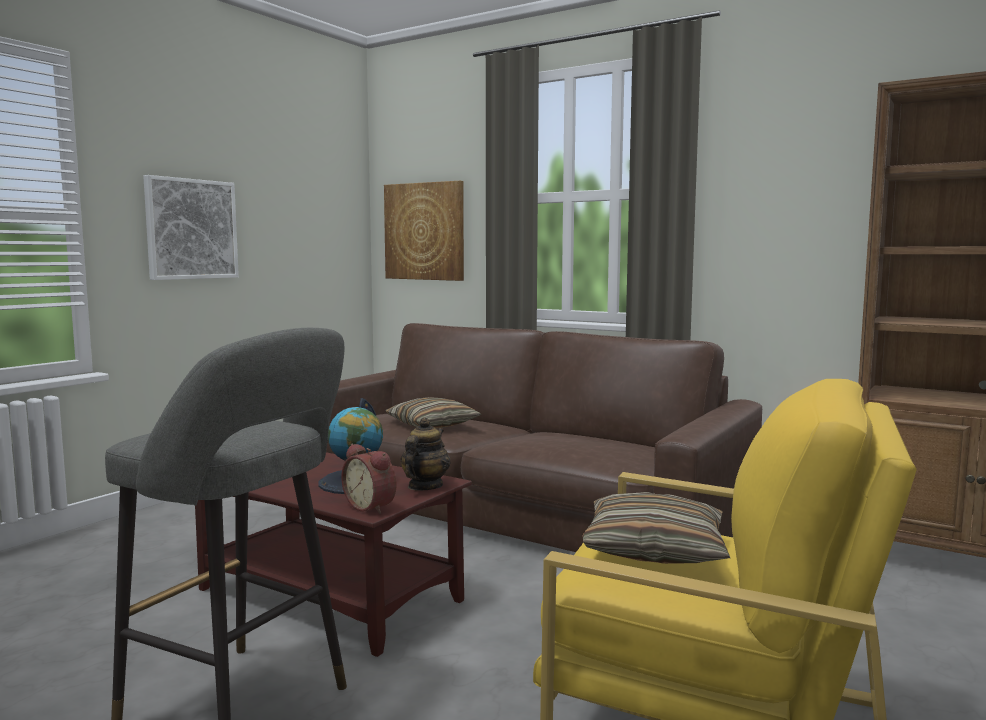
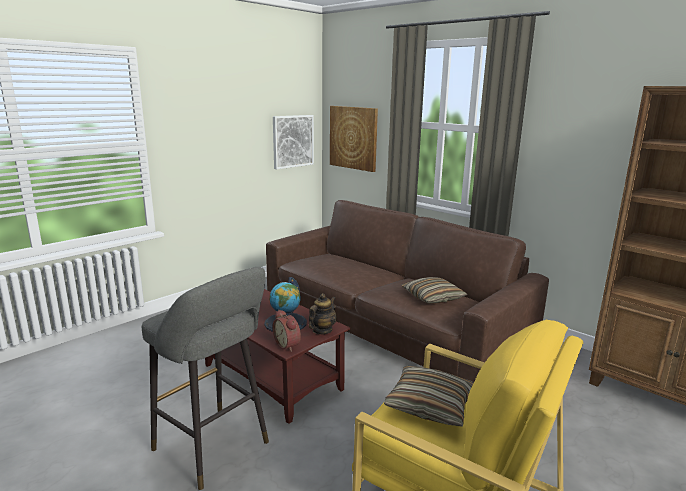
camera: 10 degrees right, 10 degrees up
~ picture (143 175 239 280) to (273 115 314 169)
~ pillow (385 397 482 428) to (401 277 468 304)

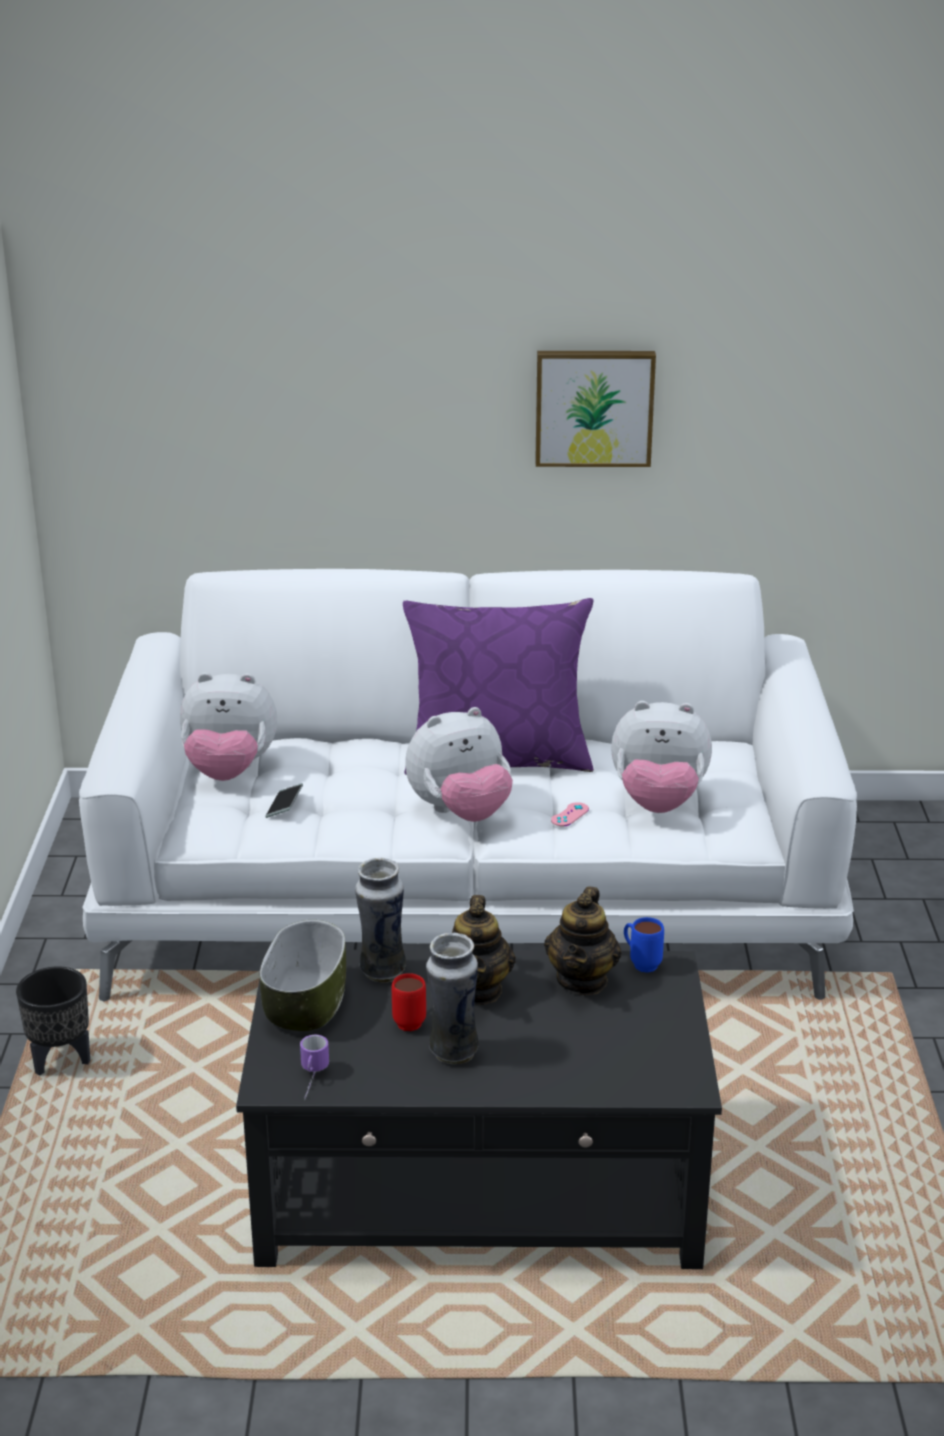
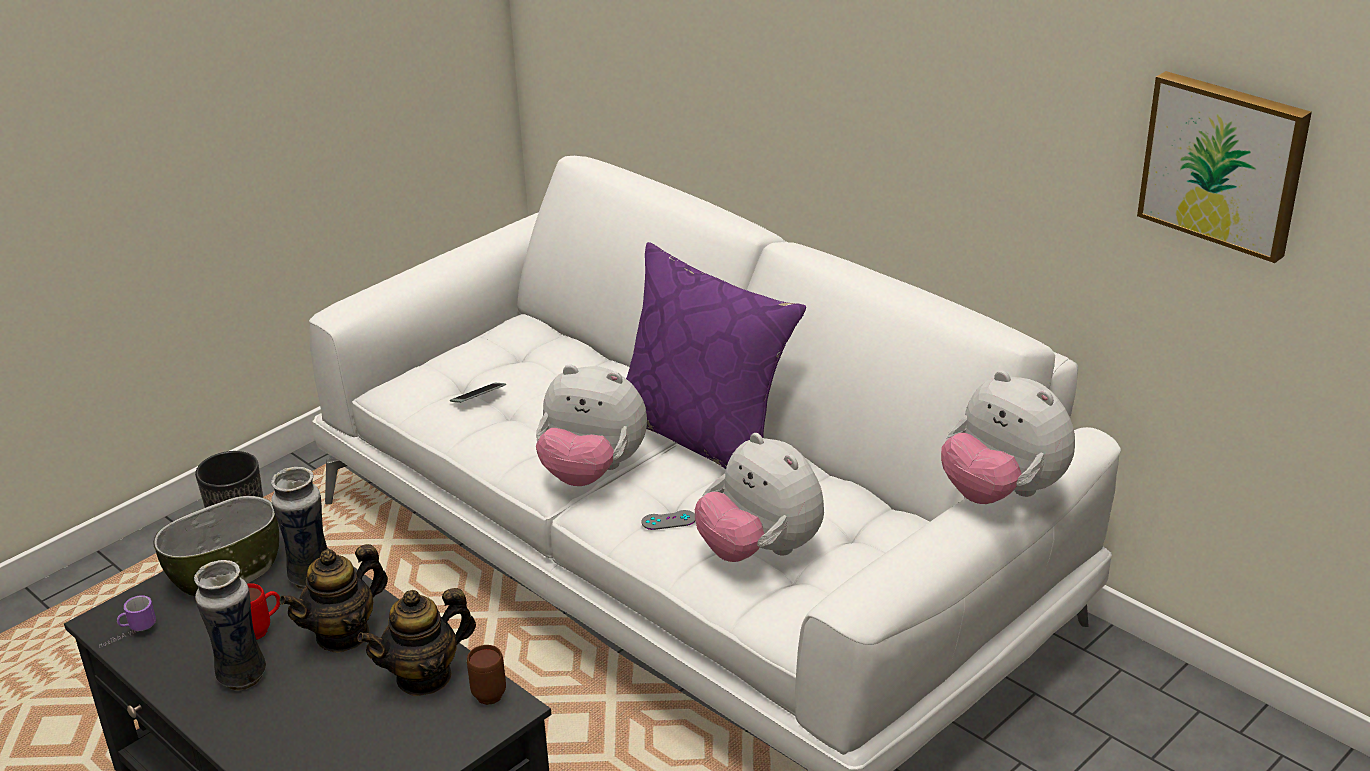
camera: 45 degrees right, 5 degrees up
~ plush_toy (180 673 277 781) to (941 370 1075 504)
~ picture (535 351 656 467) to (1137 71 1312 263)
~ pink_game_controller (551 802 589 826) to grey_game_controller (642 510 695 530)
~ blue_mug (624 917 664 973) to brown_mug (467 645 506 705)

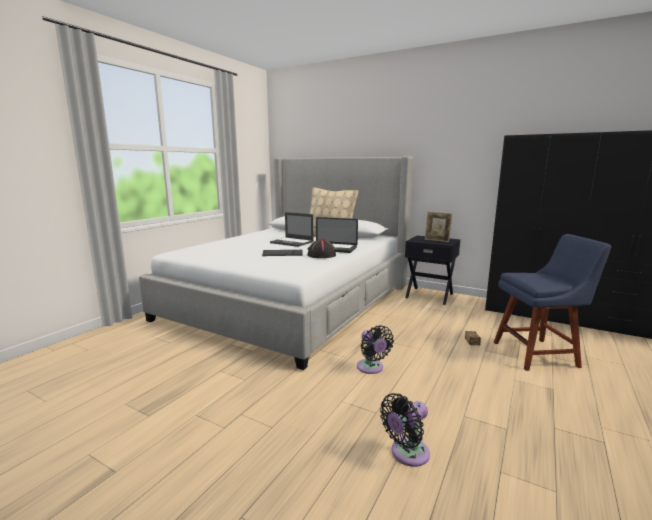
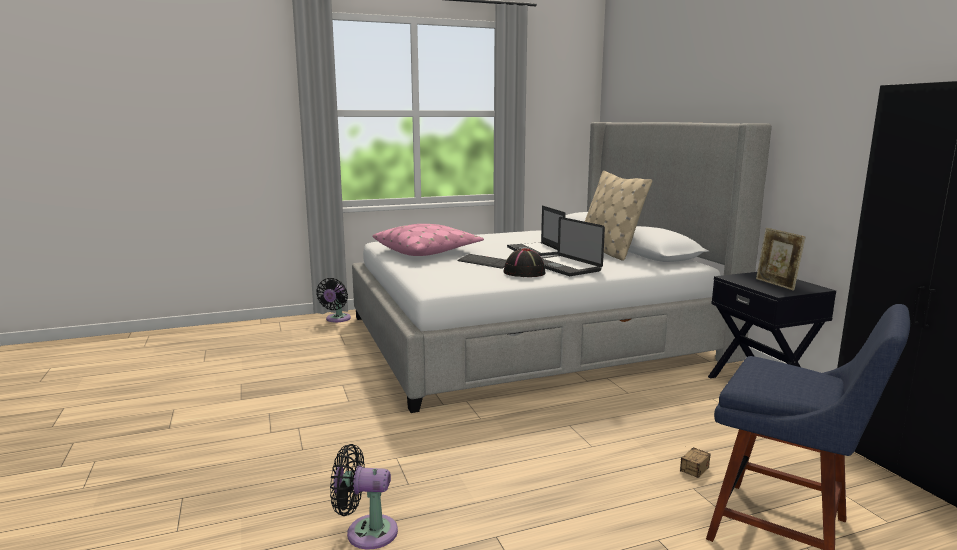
camera: 40 degrees right, 0 degrees up
~ black_fan (357 325 394 374) to (316 278 351 322)
+ pink_pillow (372 224 484 256)

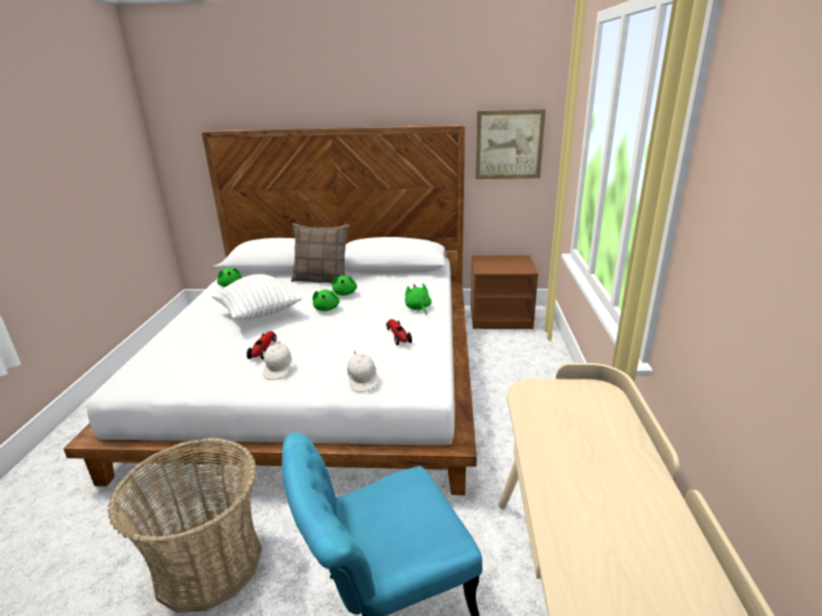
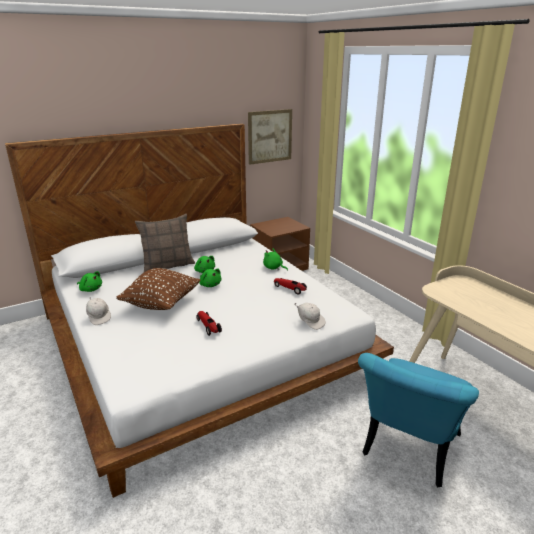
camera: 35 degrees left, 0 degrees up
- basket (108 438 262 613)
~ white_pillow (212 274 302 320) to brown_pillow (116 268 200 310)
~ white_cap (263 341 292 380) to (86 297 111 325)

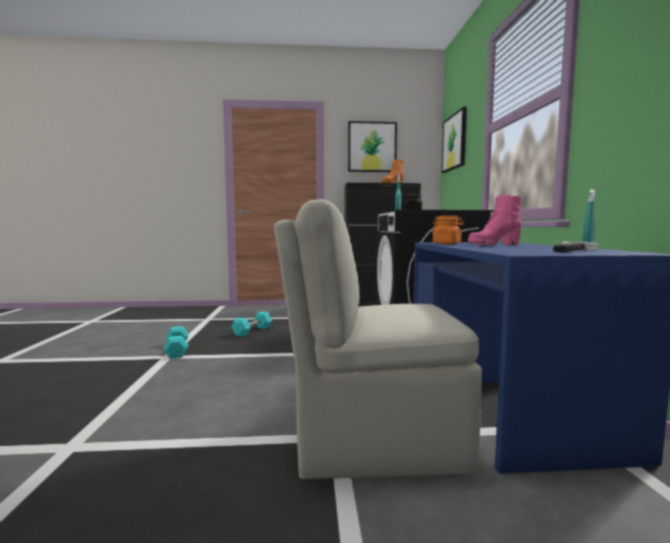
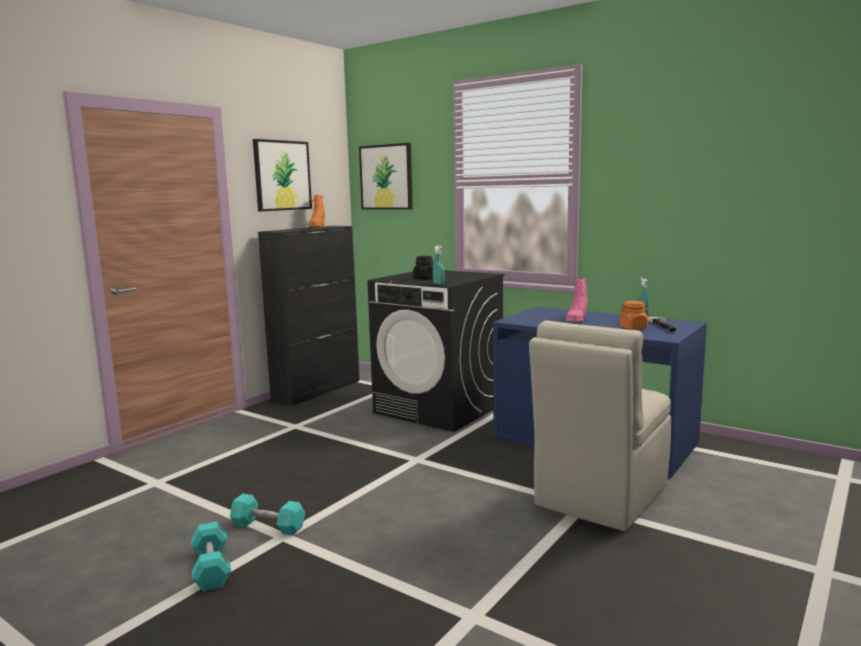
camera: 50 degrees left, 5 degrees up
~ turquoise_dumbbell (232 312 272 337) to (191 522 231 591)
~ orange_jar (432 216 464 244) to (619 301 649 330)

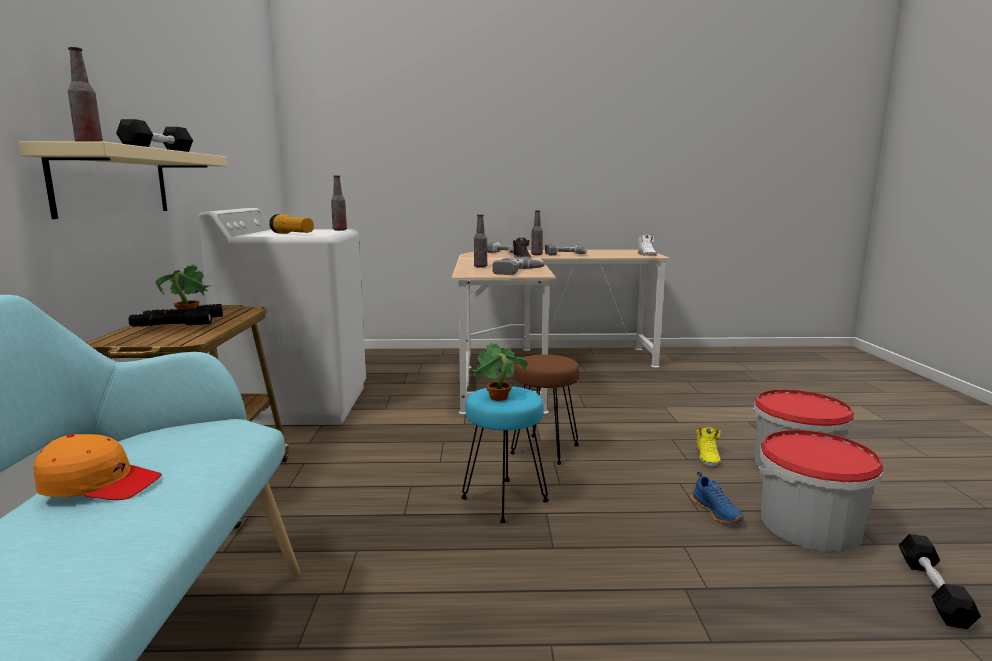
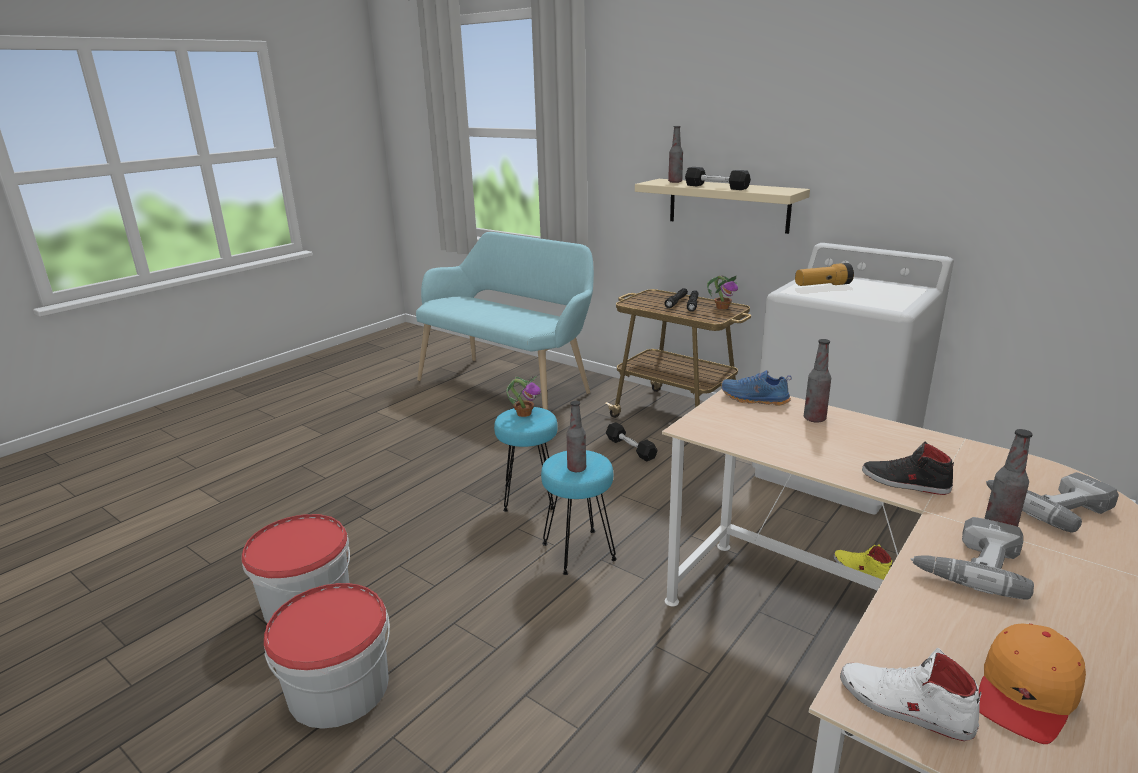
camera: 130 degrees right, 10 degrees up
~ orange_cap (34 434 162 500) to (979 623 1086 744)
~ bottle (331 175 347 231) to (567 401 586 472)
- power_drill (492 258 546 275)
~ brown_stool (510 354 579 465) to turquoise_stool (541 450 617 575)
~ blue_shoe (691 472 744 524) to (721 370 792 406)
~ yellow_shoe (696 427 721 467) to (833 544 893 580)
~ black_dumbbell (899 534 981 629) to (606 422 657 462)

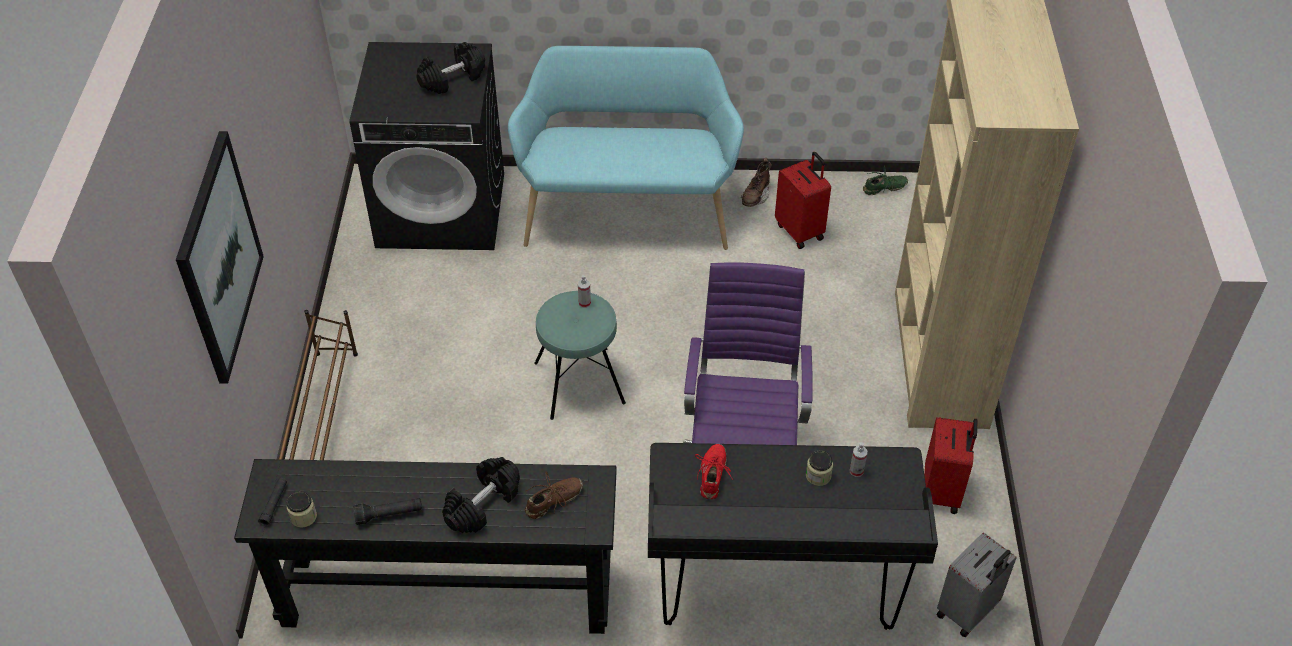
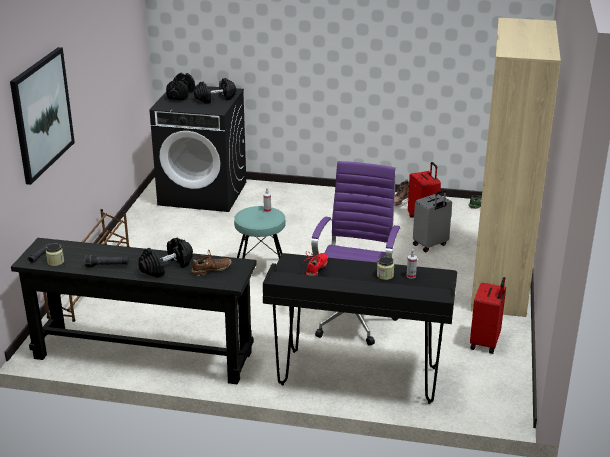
camera: 10 degrees right, 20 degrees down
- turquoise_bench (508 46 744 250)
~ grey_suitcase (937 532 1017 637) to (413 190 452 252)
+ black_dumbbell (166 73 195 100)

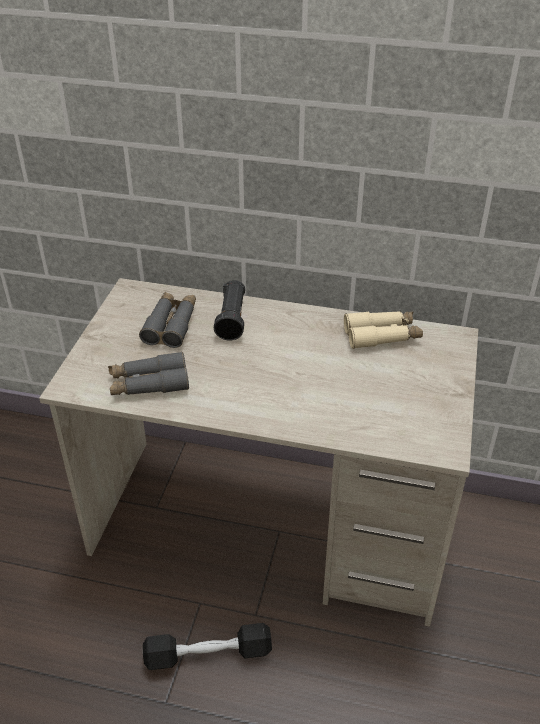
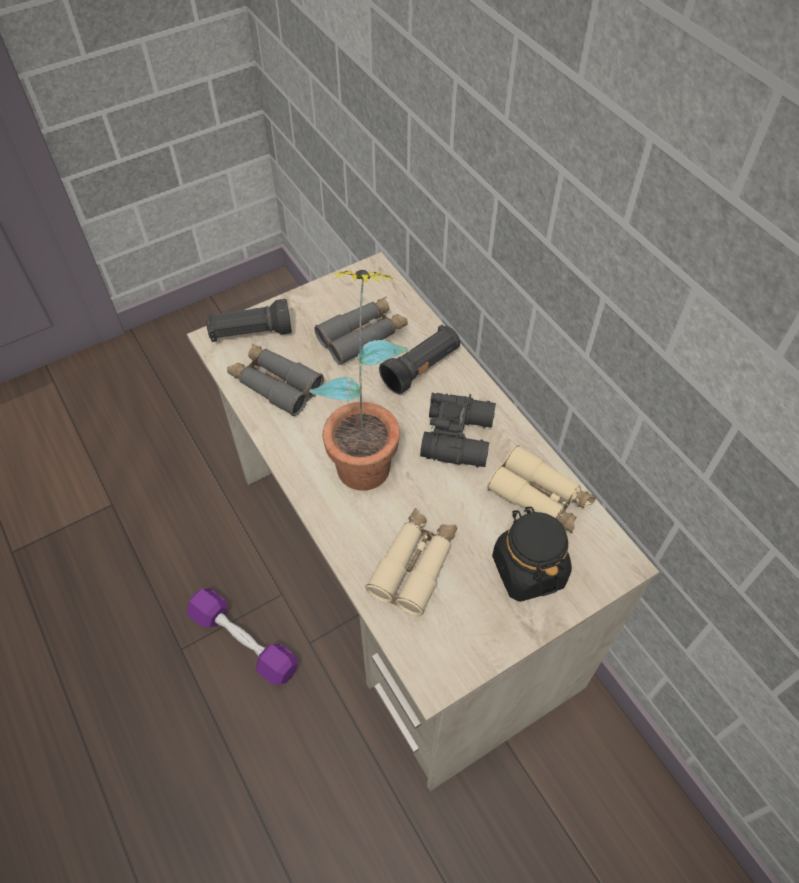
camera: 45 degrees right, 15 degrees up
~ black_dumbbell (143 623 272 670) to purple_dumbbell (187 589 298 685)
+ black_flashlight (206 299 292 342)
+ potted_plant (309 270 410 491)
+ beige_binoculars (365 509 457 616)
+ black_binoculars (420 393 496 468)
+ black_jar (492 507 572 602)

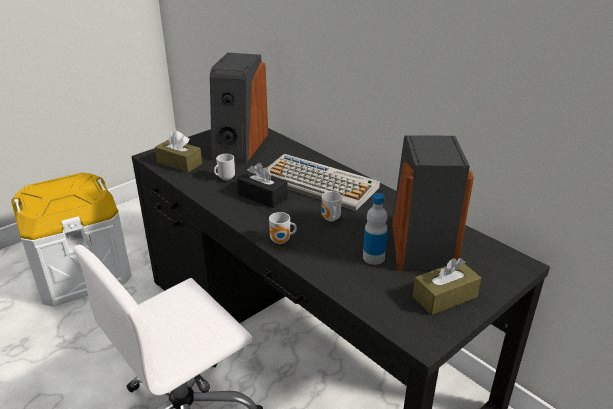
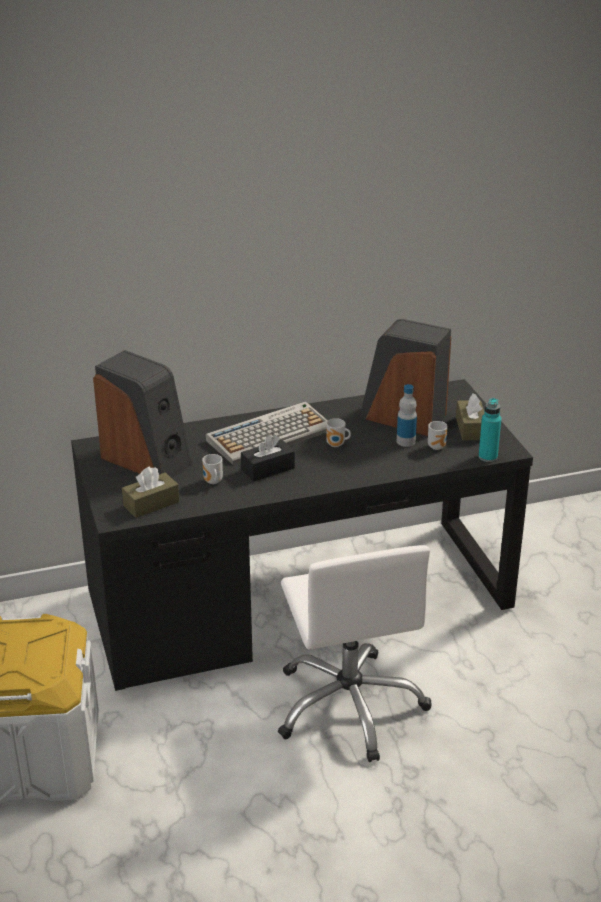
camera: 65 degrees left, 0 degrees up
~ mug (269 212 297 244) to (428 421 448 450)
+ turquoise_bottle (479 398 501 462)

